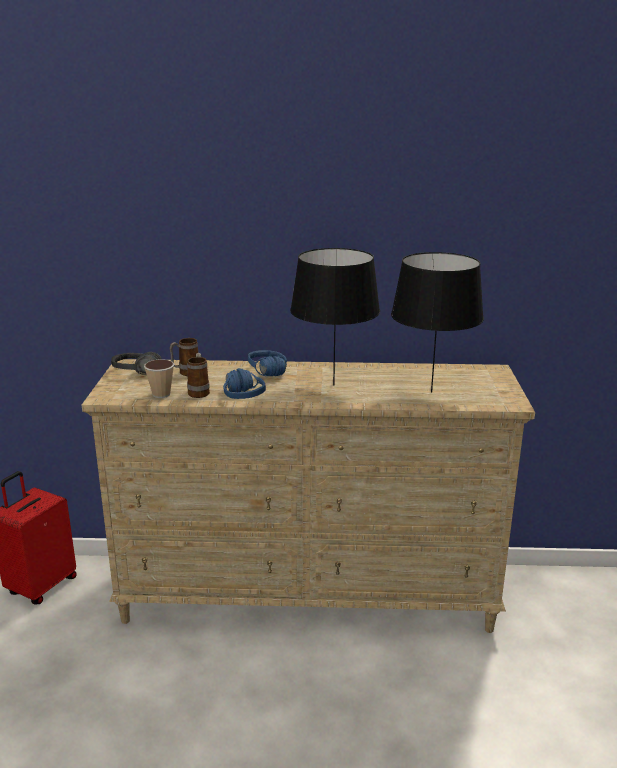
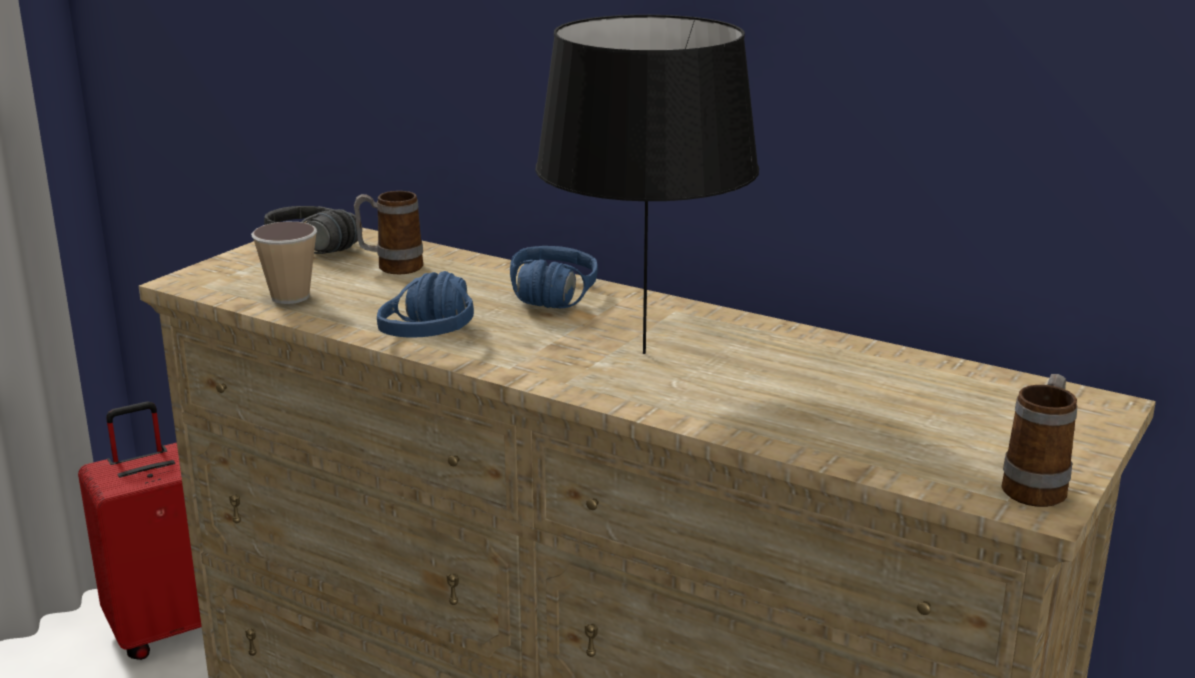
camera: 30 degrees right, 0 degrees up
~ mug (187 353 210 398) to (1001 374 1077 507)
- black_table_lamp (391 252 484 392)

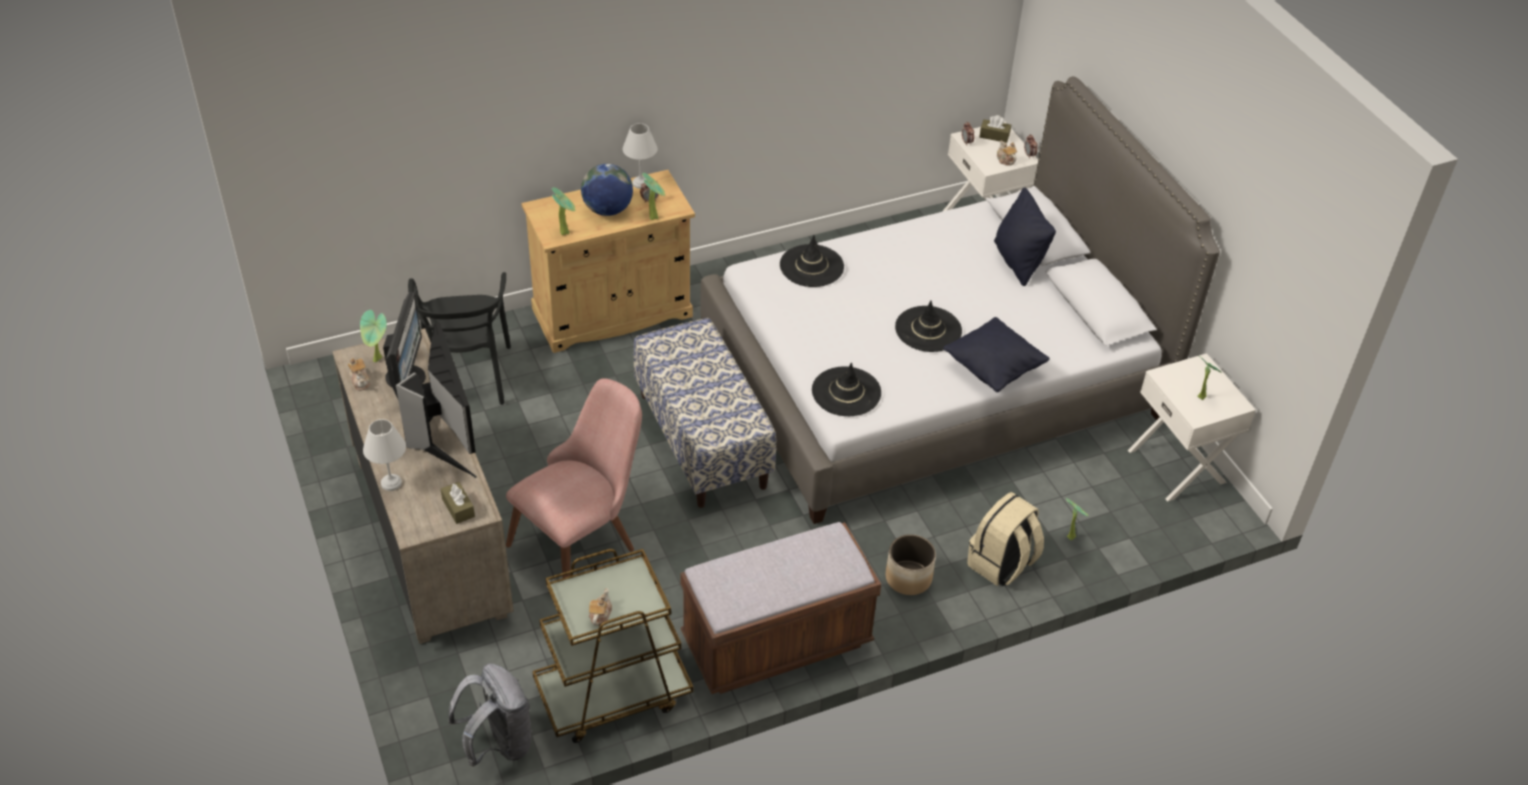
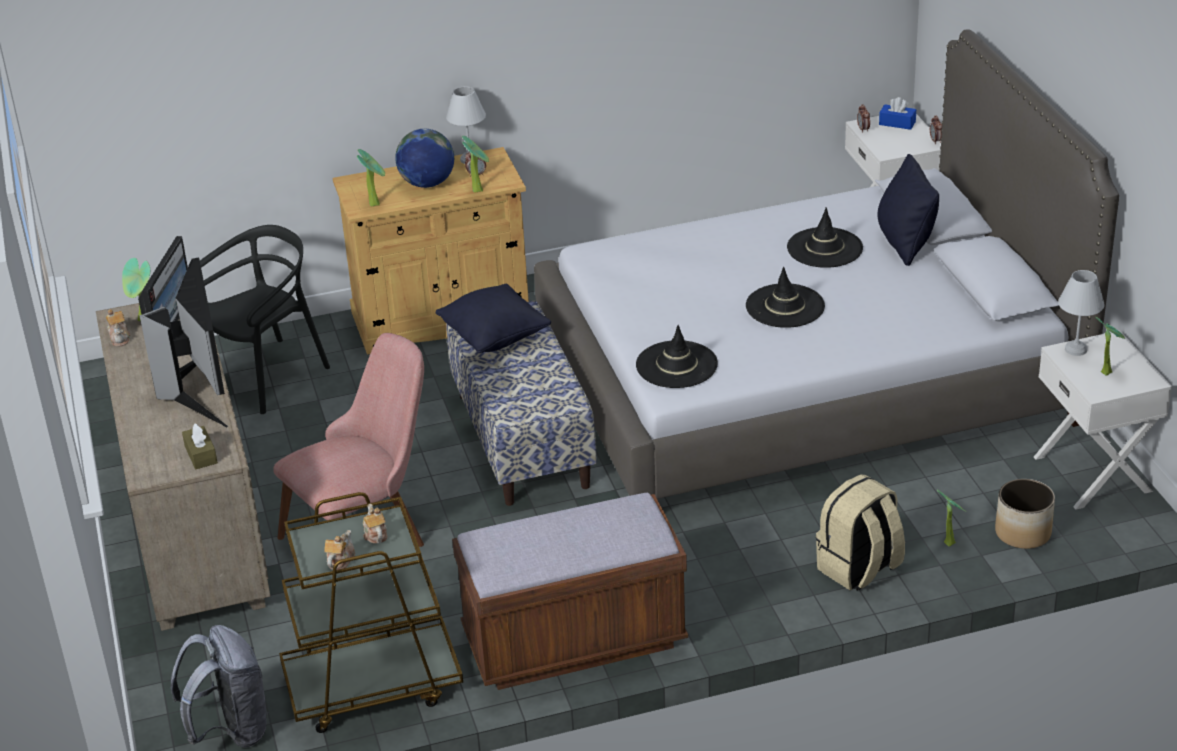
camera: 10 degrees right, 10 degrees down
~ white_table_lamp (363 419 406 491) to (1058 270 1104 356)
~ black_chair (408 272 511 405) = (200 225 330 414) 135 degrees counterclockwise
~ black_hat (780 235 844 287) to (787 208 863 268)
~ planter (886 534 936 595) to (995 479 1055 549)
~ black_pillow (943 317 1050 392) to (435 284 551 353)
~ brown_tissue_box (979 115 1011 143) to blue_tissue_box (879 97 916 130)
~ teapot (997 141 1017 166) to (363 504 387 544)

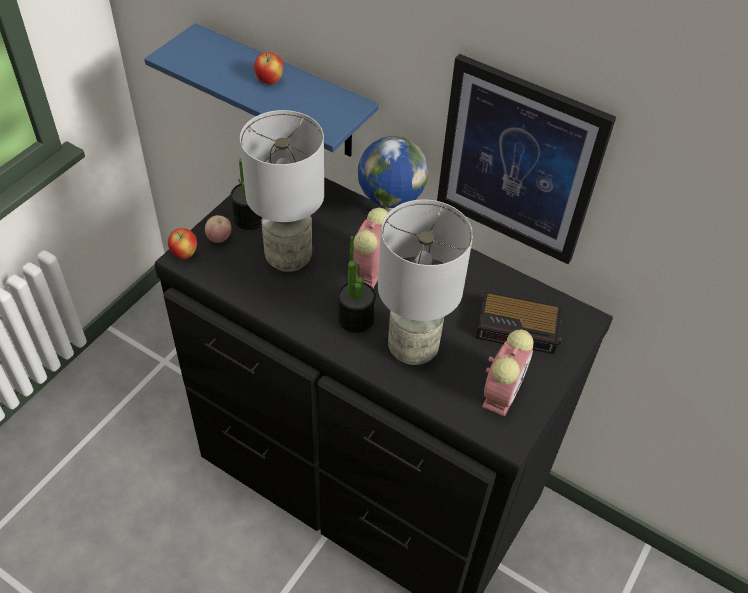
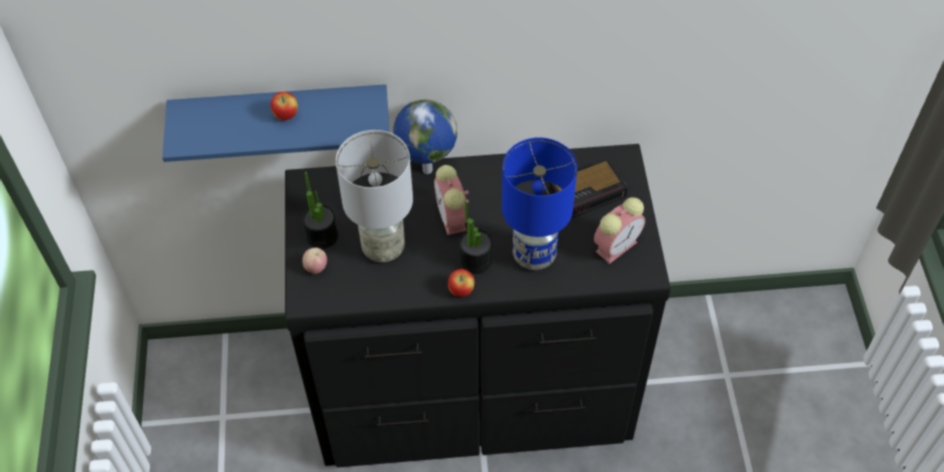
camera: 35 degrees left, 5 degrees up
~ apple (168 228 197 259) to (448 269 474 297)
~ grey_table_lamp (378 199 473 365) to blue_table_lamp (502 137 577 270)
- picture (437 54 616 264)
~ alarm_clock (482 330 534 417) = (594 197 645 264) 60 degrees clockwise

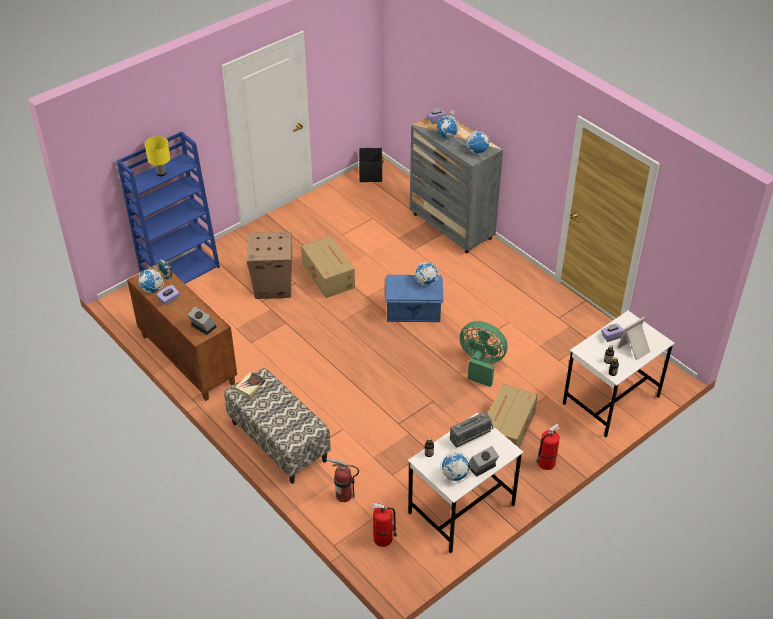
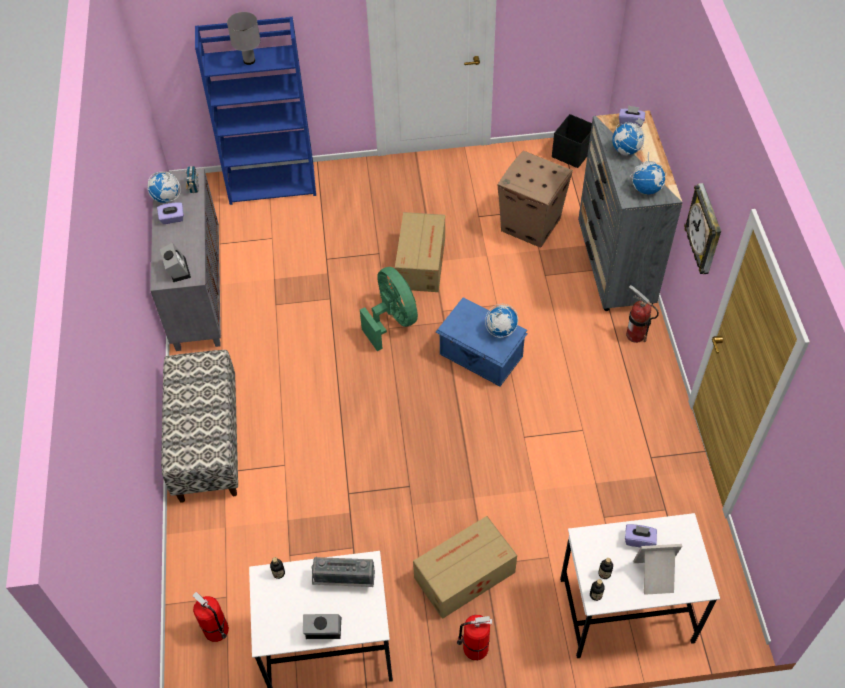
camera: 35 degrees right, 10 degrees up
~ brown_cabinet (127 263 237 401) to grey_cabinet (150 168 221 351)
~ yellow_table_lamp (145 136 171 176) to grey_table_lamp (227 12 261 65)
- book (235 372 266 398)
~ cardboard_box (247 232 292 299) to (498 150 573 248)
~ fire_extinguisher (326 458 359 502) to (626 285 659 343)
- globe (440 451 471 483)
~ green_fan (460 321 508 387) to (360 267 418 351)
+ wall_clock (684 183 721 274)

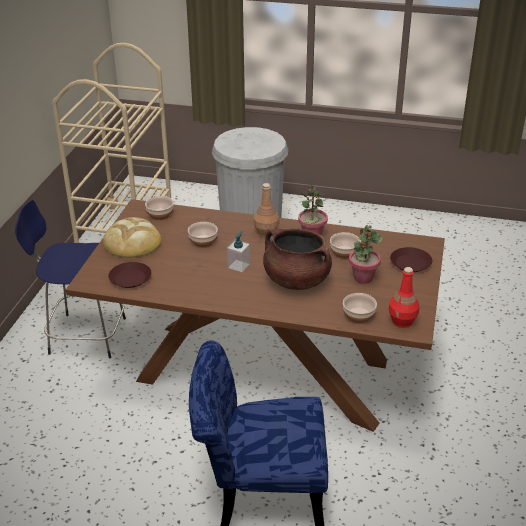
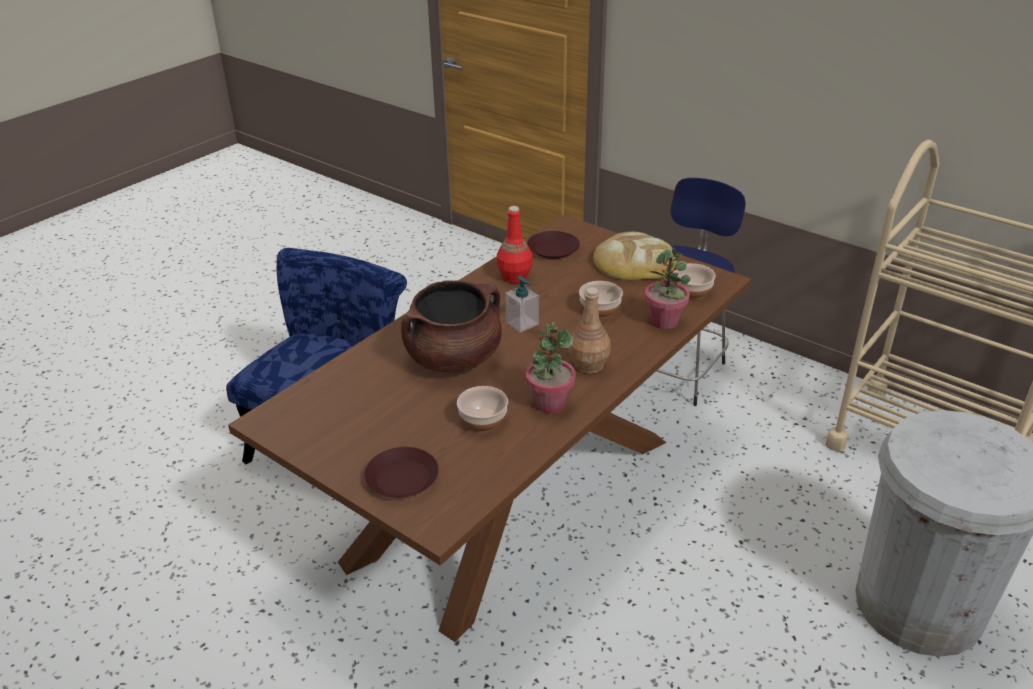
camera: 115 degrees right, 0 degrees up
- bowl (343 293 377 323)
~ potted_plant (349 225 383 284) to (645 247 691 329)
~ red_bottle (389 267 419 328) to (497 206 533 283)

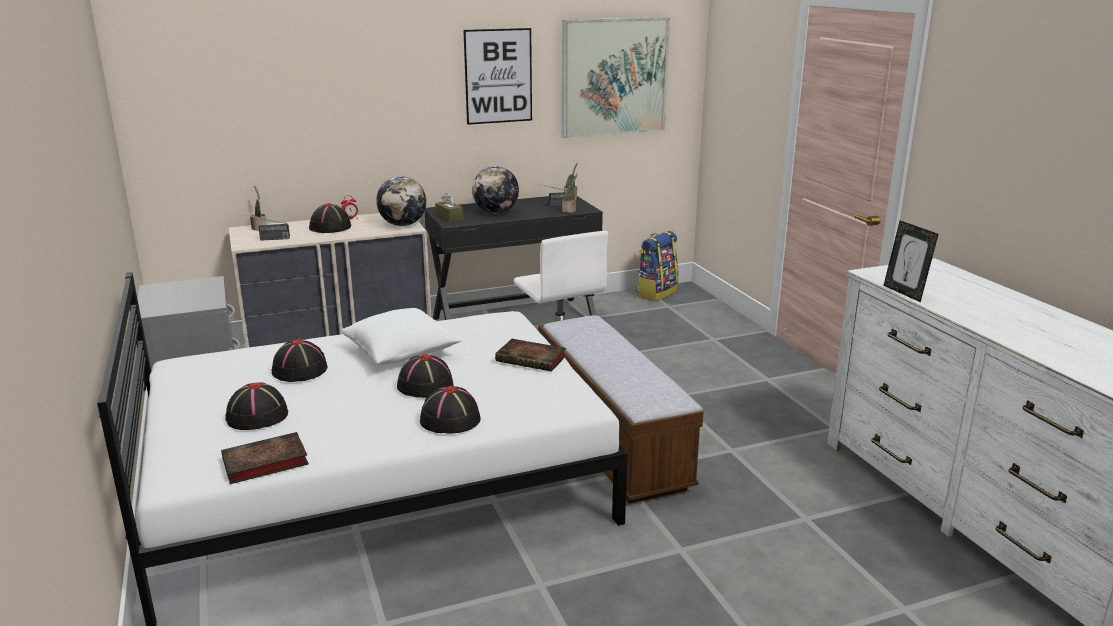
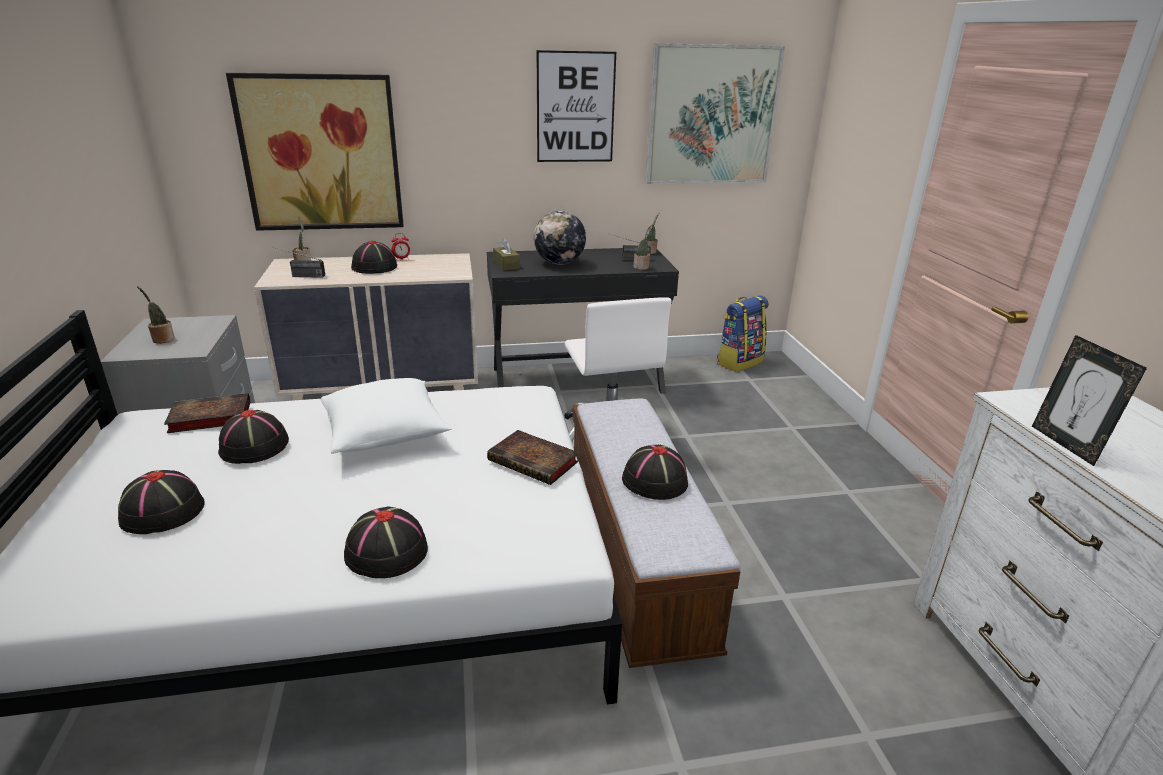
camera: 10 degrees right, 5 degrees up
~ book (221 432 309 484) to (164 393 251 433)
- globe (376 176 426 226)
~ black_hat (397 354 454 398) to (622 445 688 500)
+ potted_plant (137 286 175 344)
+ picture (226 73 404 231)

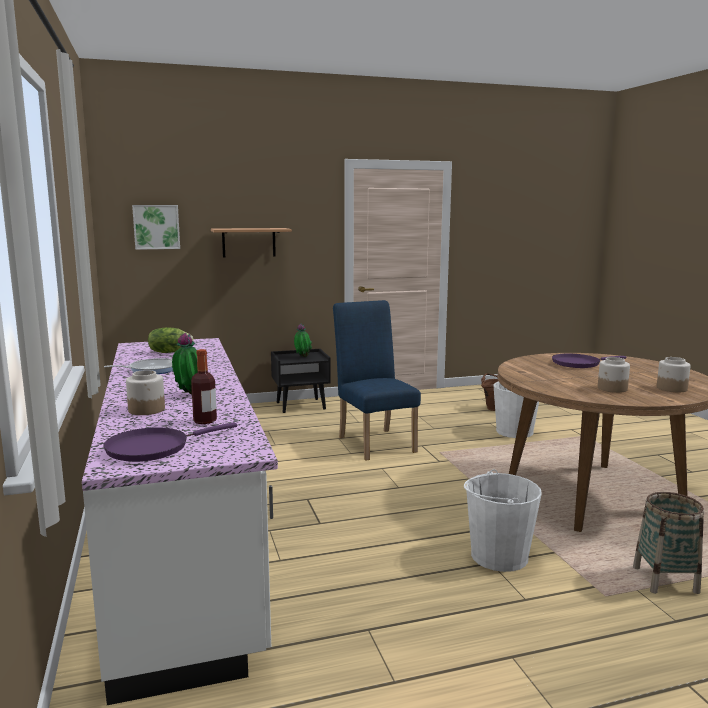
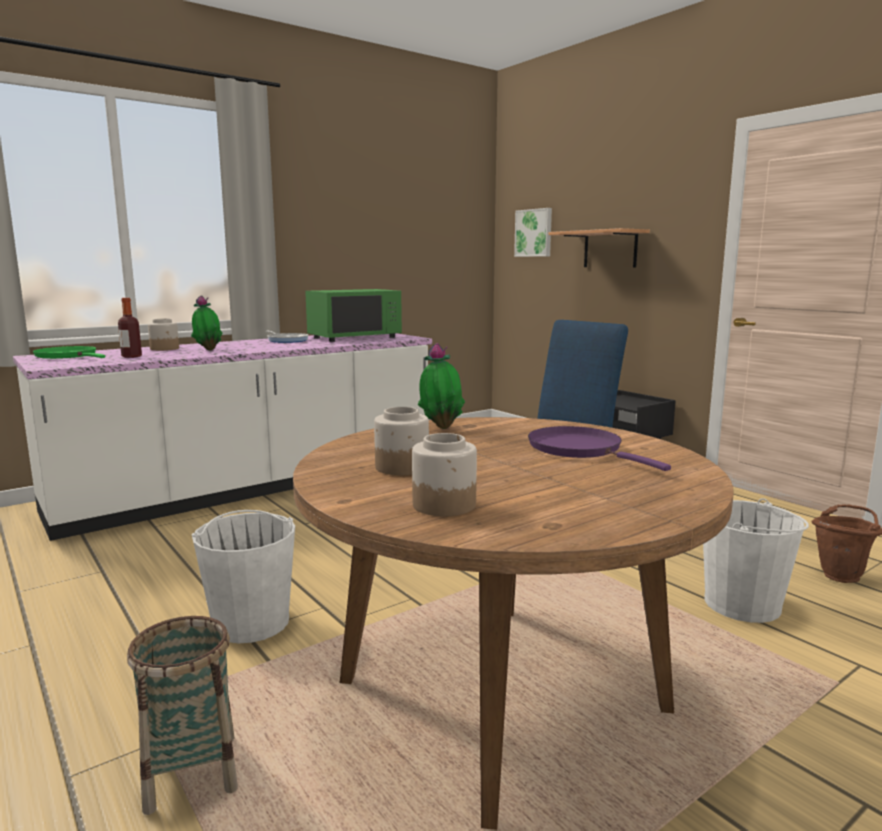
camera: 70 degrees right, 0 degrees up
~ purple_frying_pan (103 422 237 462) to green_frying_pan (33 346 105 359)
~ lettuce (148 327 194 353) to green_microwave (305 289 402 342)
~ potted_plant (294 324 312 357) to (418 343 465 429)

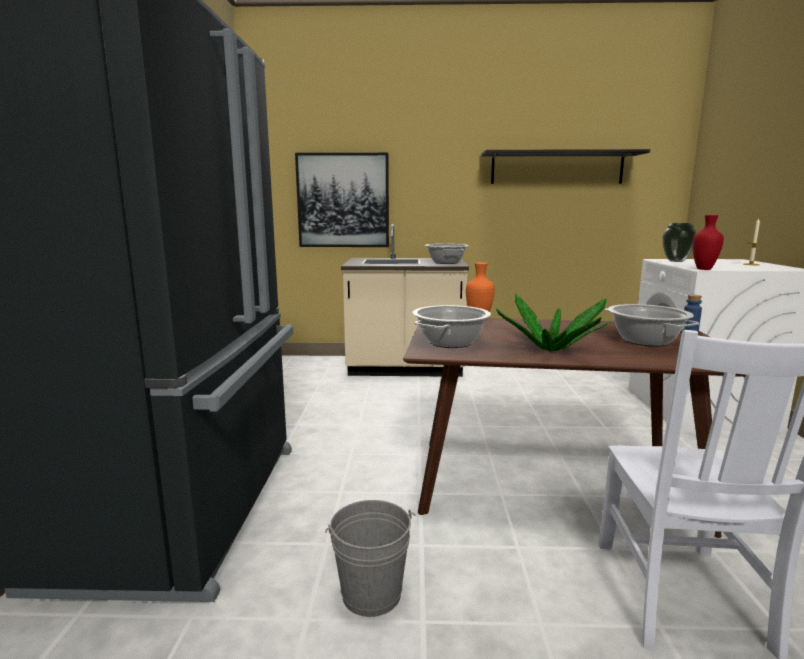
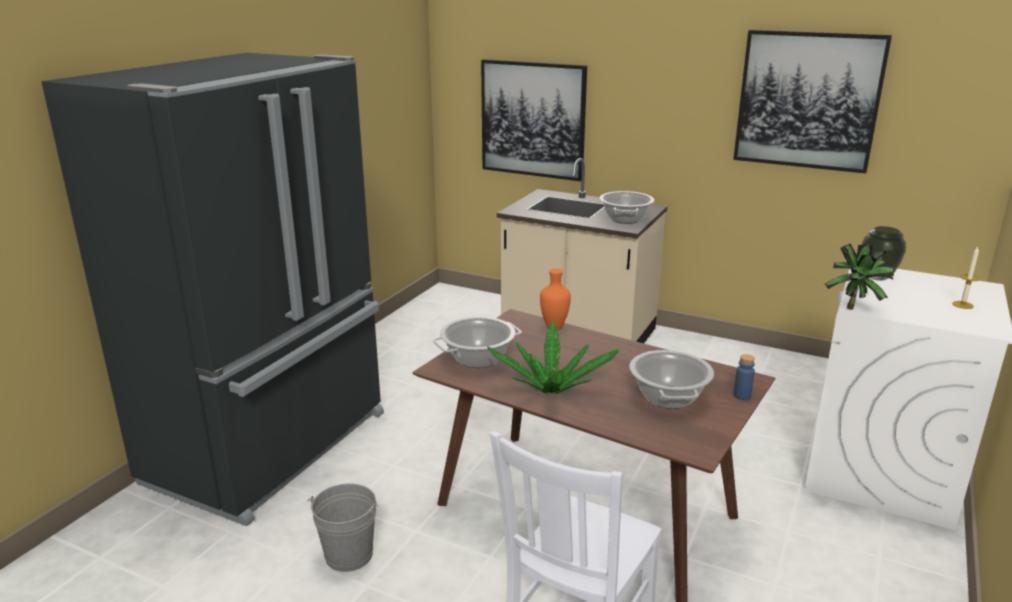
camera: 25 degrees right, 10 degrees up
~ black_shelf (481 149 650 184) to picture (733 30 892 174)
~ red_vase (693 215 724 270) to potted_plant (823 244 895 310)

